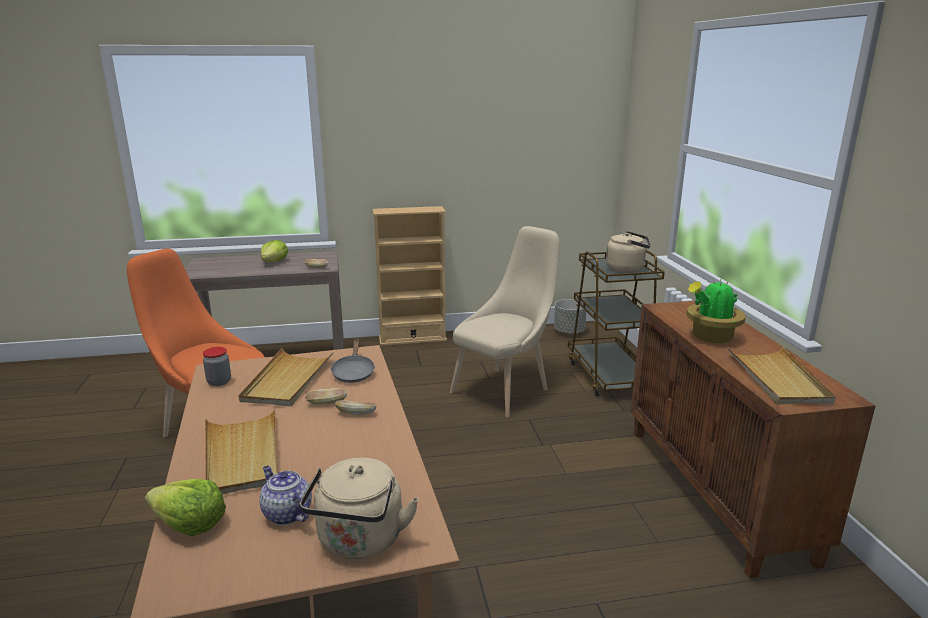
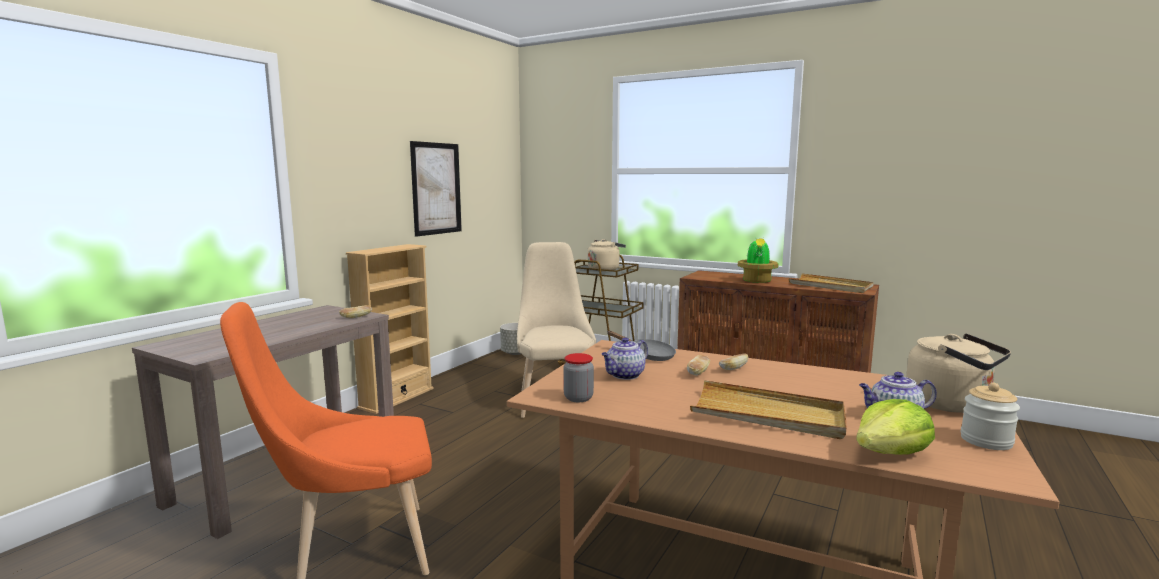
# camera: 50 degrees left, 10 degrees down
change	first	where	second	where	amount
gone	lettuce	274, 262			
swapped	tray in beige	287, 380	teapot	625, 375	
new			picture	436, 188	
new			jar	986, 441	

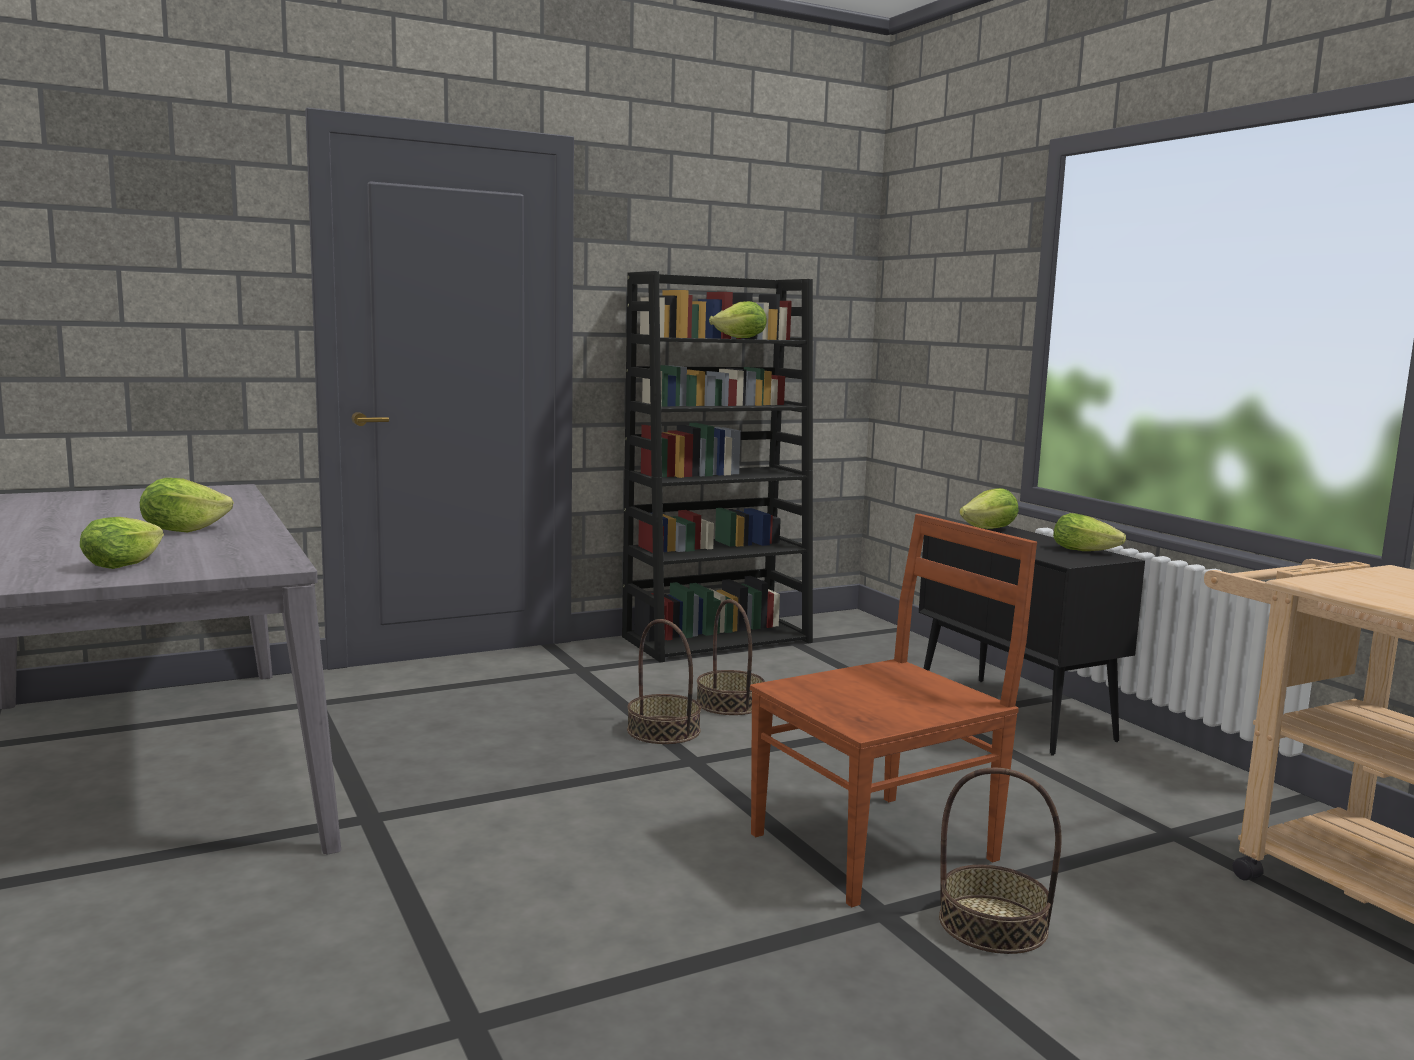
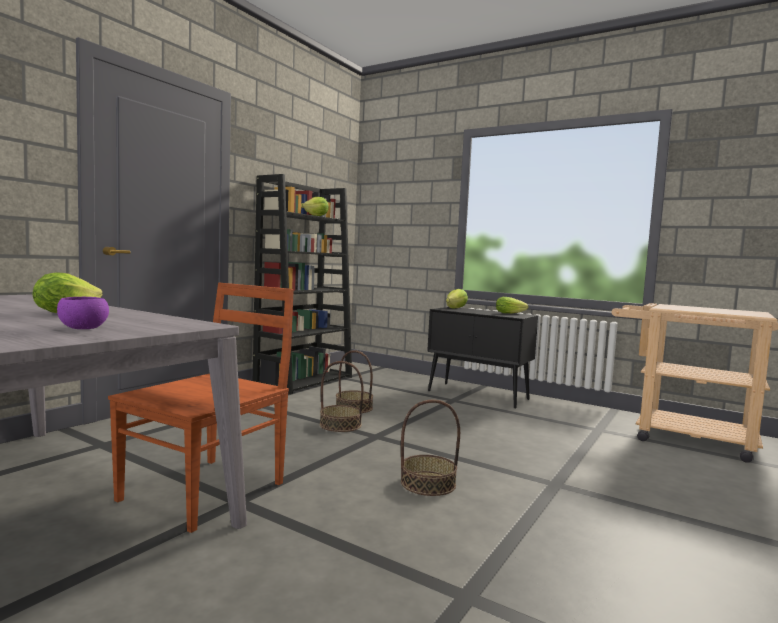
# camera: 30 degrees left, 5 degrees down
change	first	where	second	where	amount
shifted	chair in brown	879, 846		207, 490	
swapped	lettuce	128, 563	bowl in purple	84, 328	
shifted	basket	993, 924		428, 483	

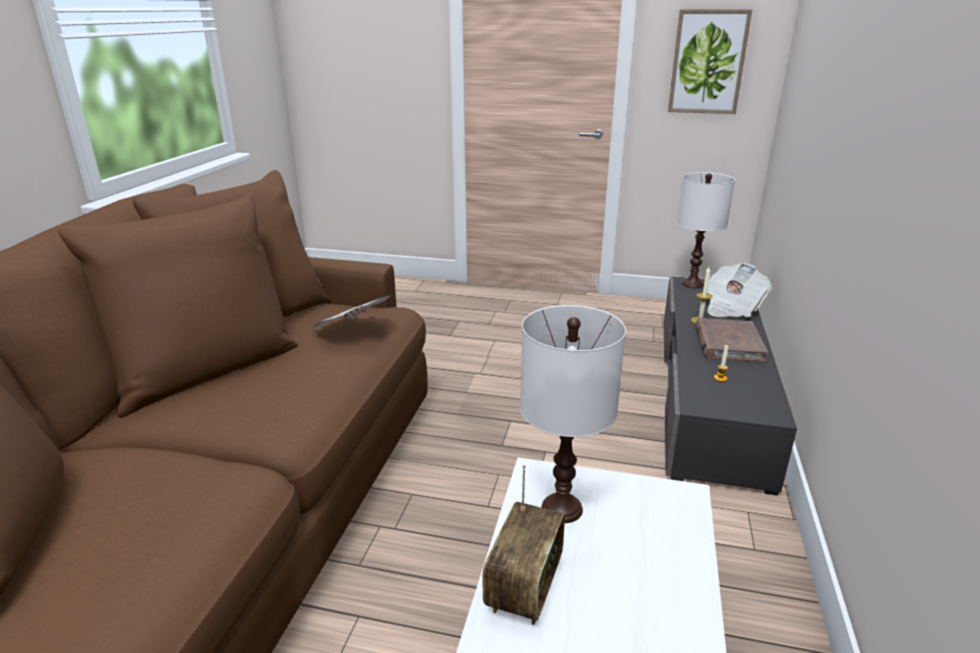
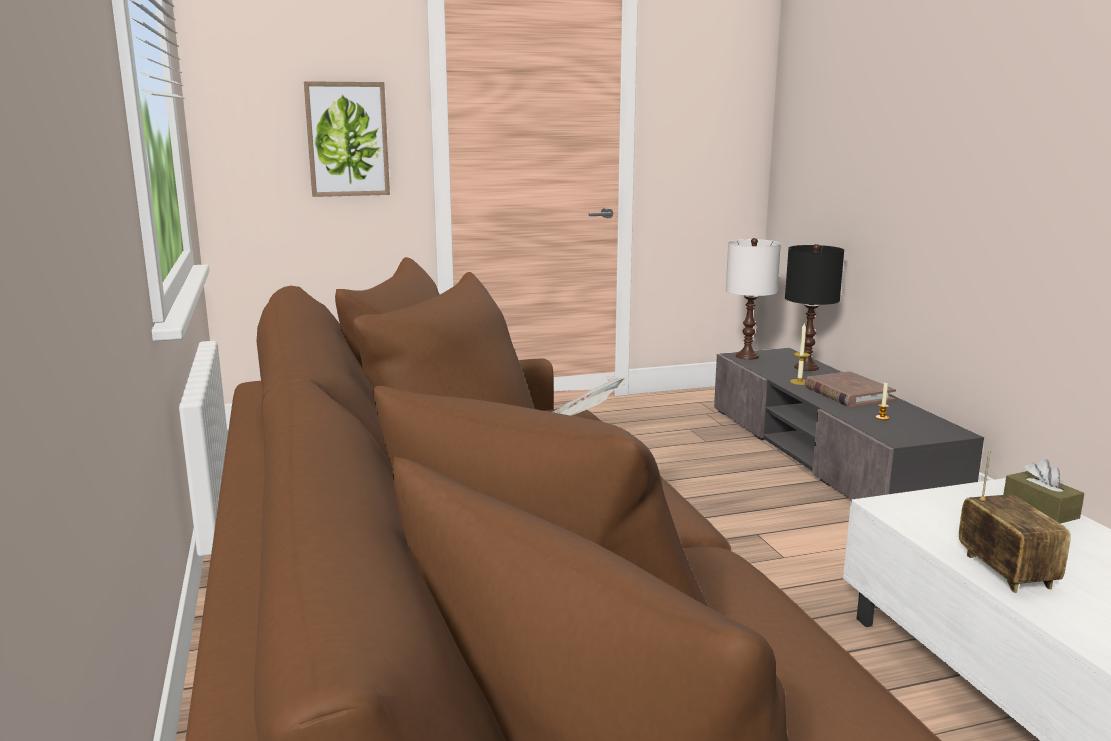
# camera: 30 degrees left, 10 degrees down
change	first	where	second	where	amount
shifted	picture	708, 62		347, 139	
swapped	newspaper	731, 307	table lamp in black	806, 367	
gone	table lamp in white	562, 508			
new			tissue box in brown	1040, 509	

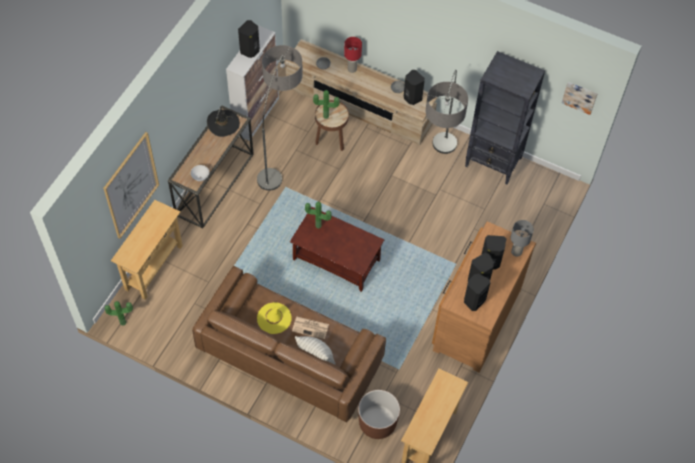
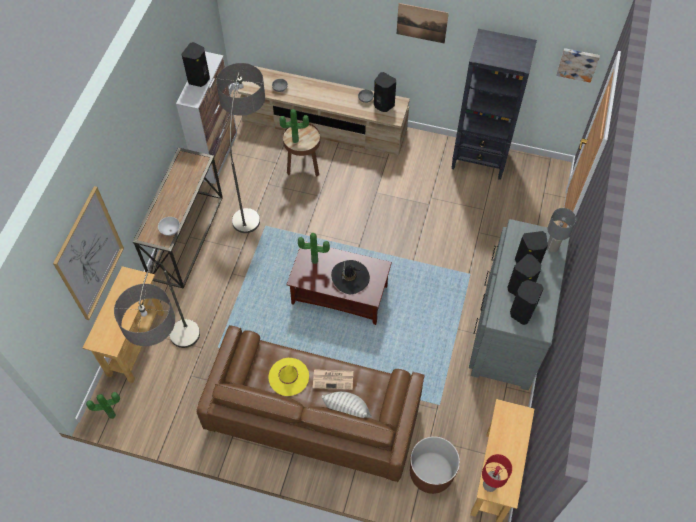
# camera: 10 degrees left, 0 degrees up
change	first	where	second	where	amount
shifted	table lamp in red	352, 69		490, 484	
shifted	floor lamp	438, 167		179, 368	
shifted	hat in black	223, 123		350, 277	
repainted	dresser in brown	475, 319	dresser in grey	507, 330	
new			picture	422, 23	

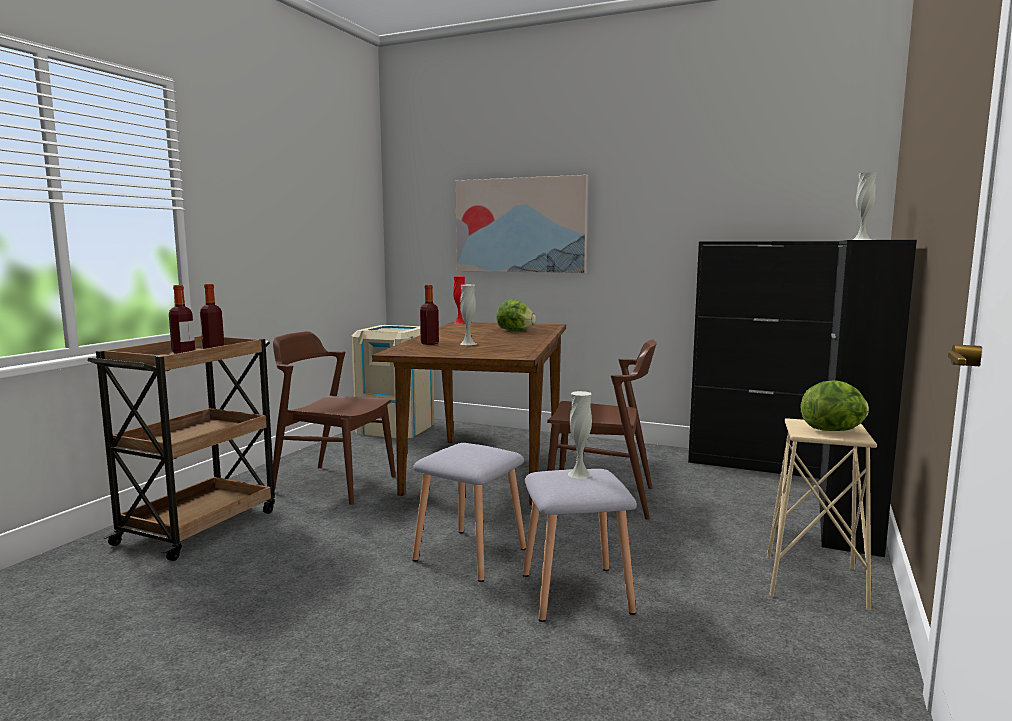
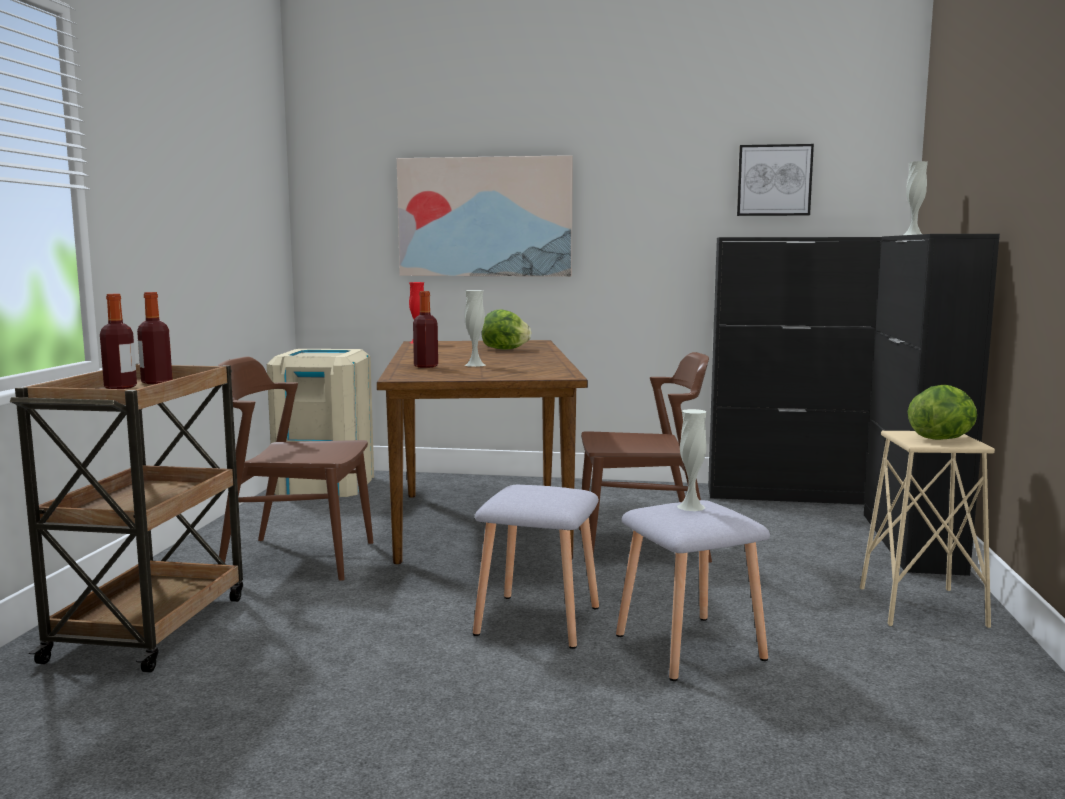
# camera: 15 degrees left, 0 degrees up
change	first	where	second	where	amount
new			picture	774, 180	

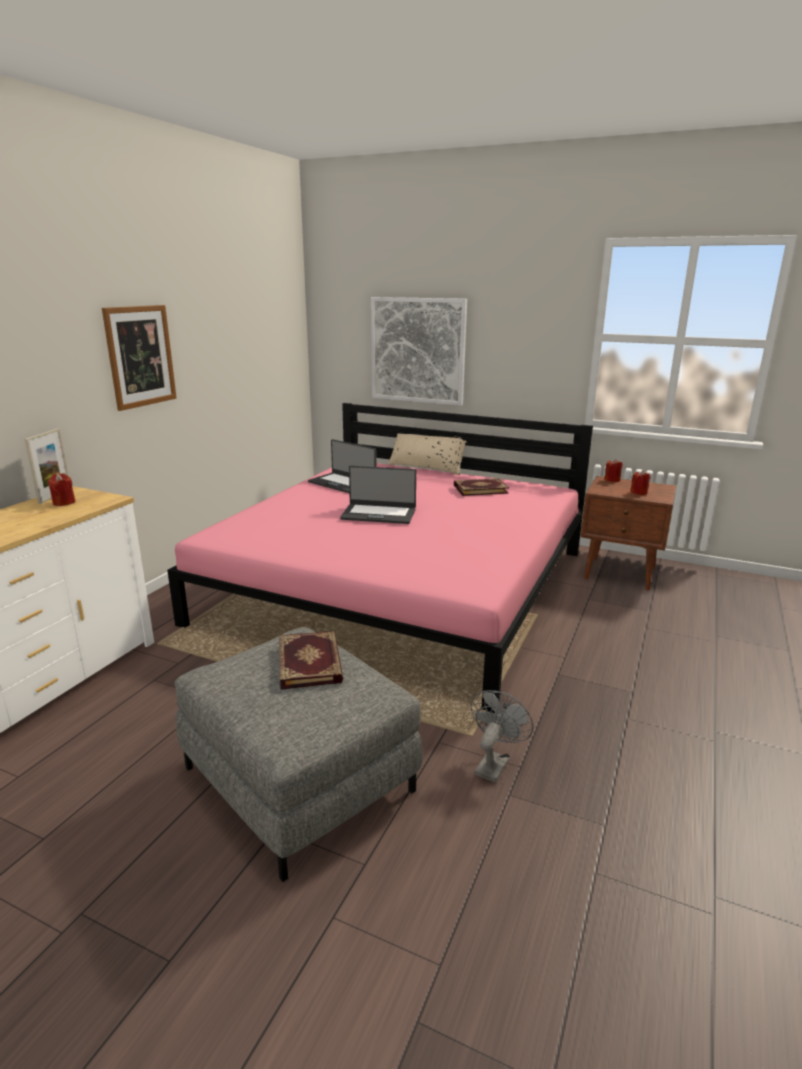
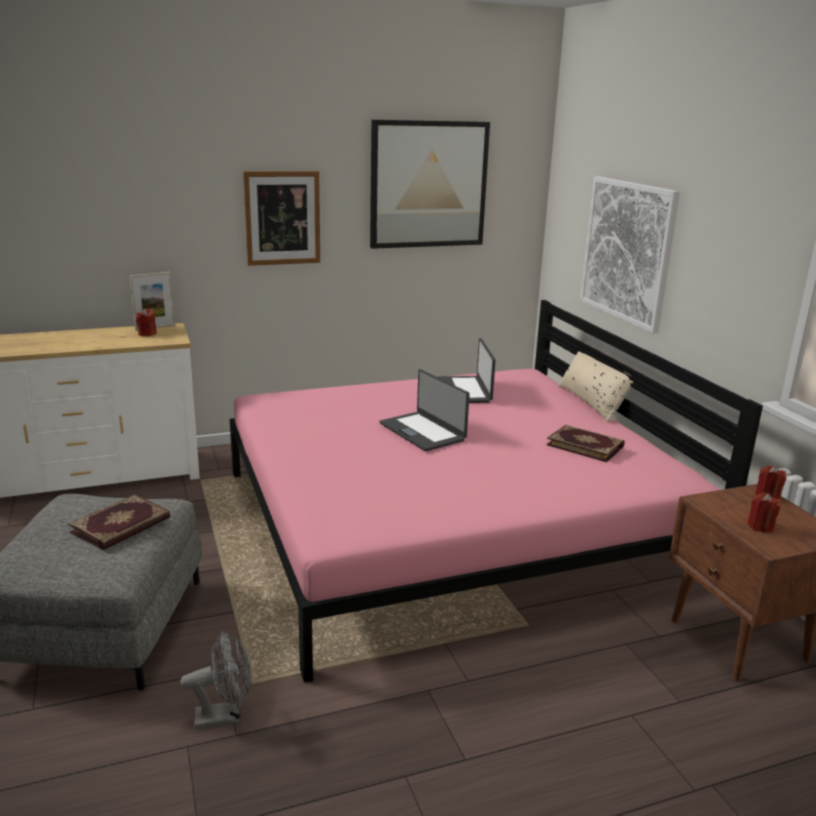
# camera: 45 degrees right, 0 degrees up
change	first	where	second	where	amount
new			picture	428, 184	

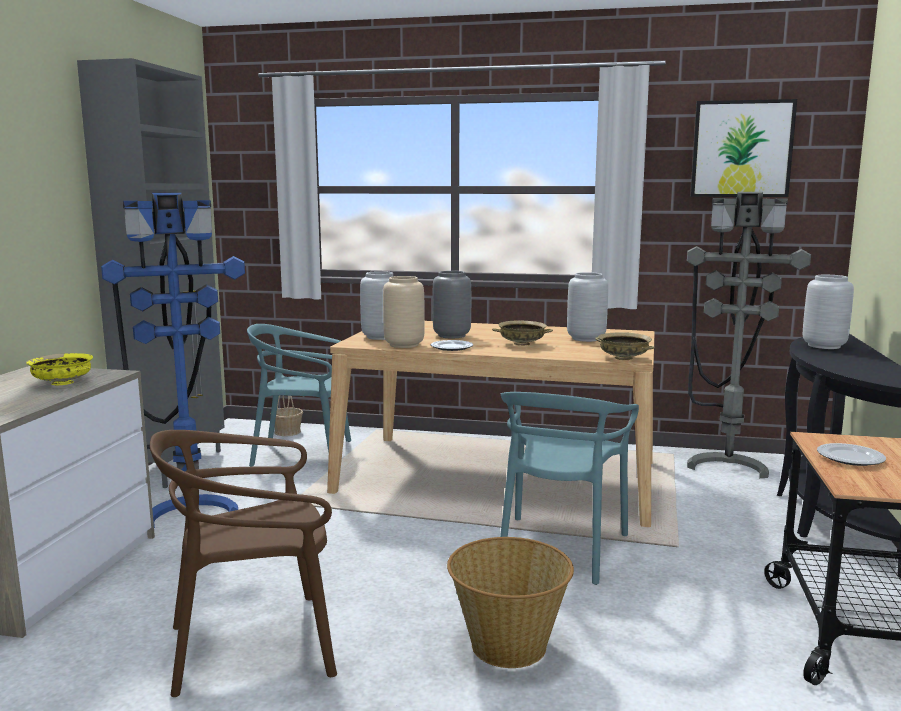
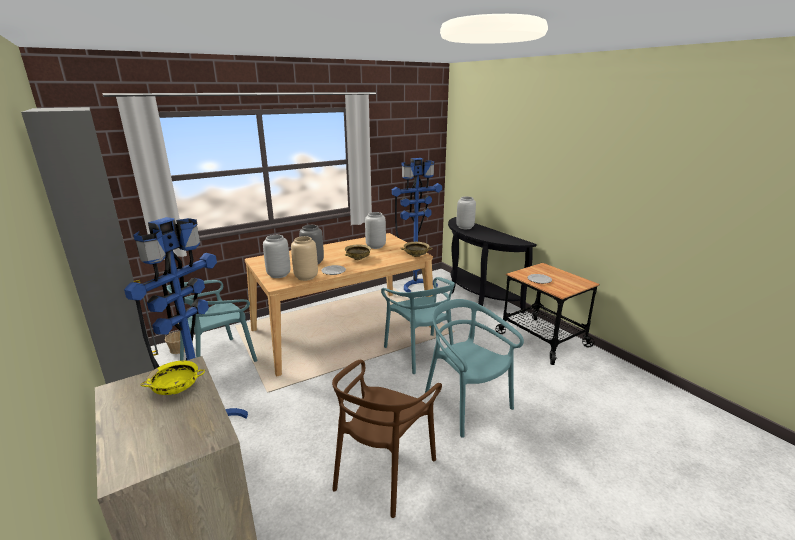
# camera: 45 degrees left, 10 degrees up
change	first	where	second	where	amount
gone	picture	741, 149			
repainted	floor lamp in grey	727, 462	floor lamp in blue	416, 283	
swapped	basket	508, 644	chair in turquoise	466, 404	

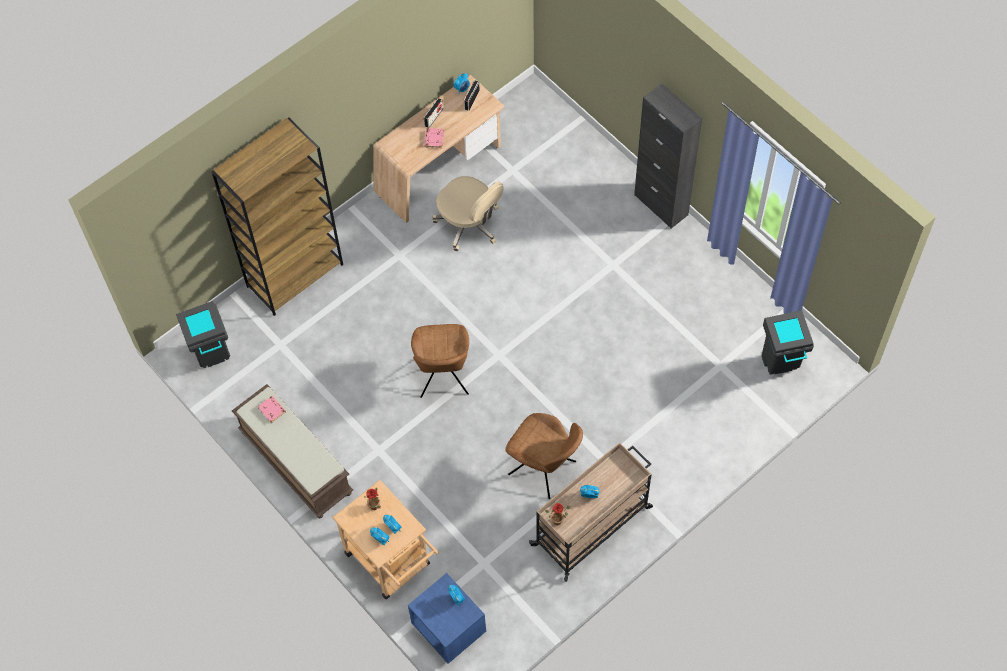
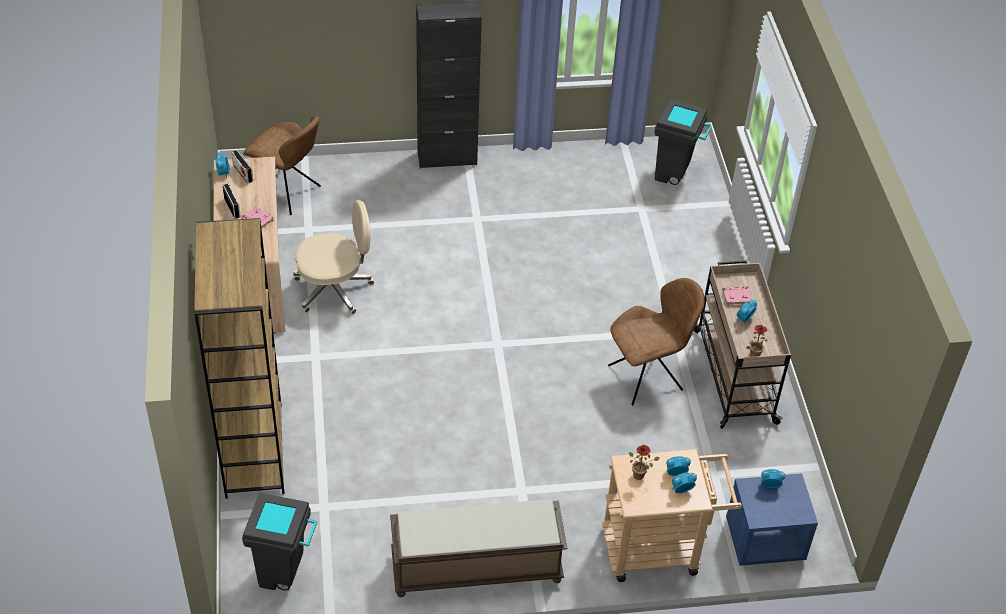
# camera: 60 degrees left, 15 degrees down
change	first	where	second	where	amount
shifted	chair in brown	443, 377		287, 192	
shifted	book in pink	272, 410		737, 297	

